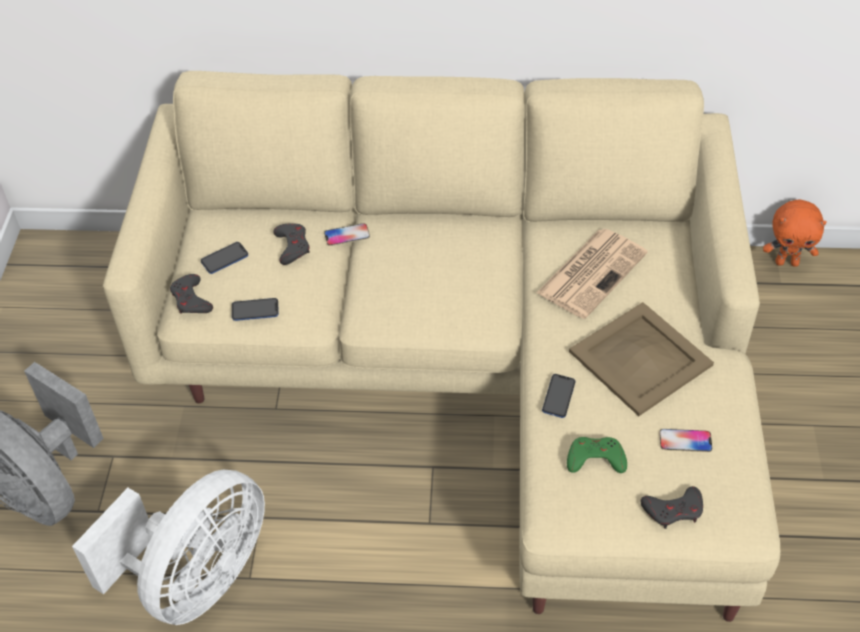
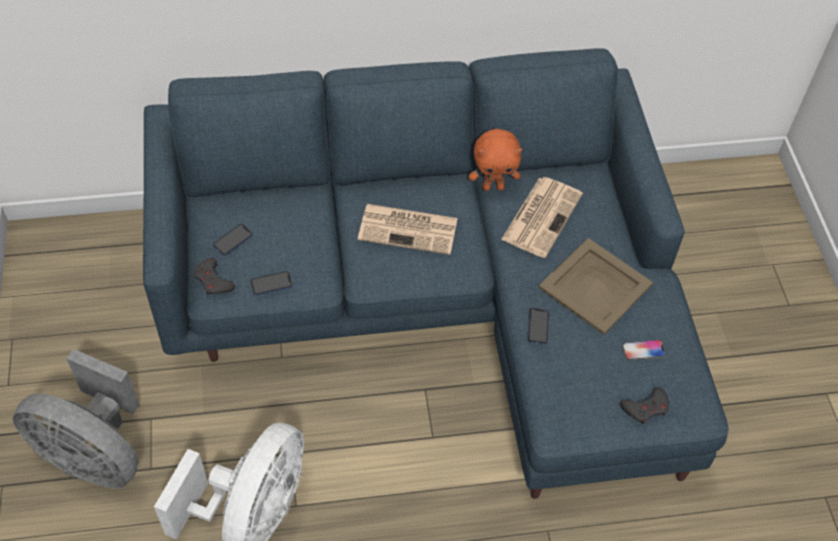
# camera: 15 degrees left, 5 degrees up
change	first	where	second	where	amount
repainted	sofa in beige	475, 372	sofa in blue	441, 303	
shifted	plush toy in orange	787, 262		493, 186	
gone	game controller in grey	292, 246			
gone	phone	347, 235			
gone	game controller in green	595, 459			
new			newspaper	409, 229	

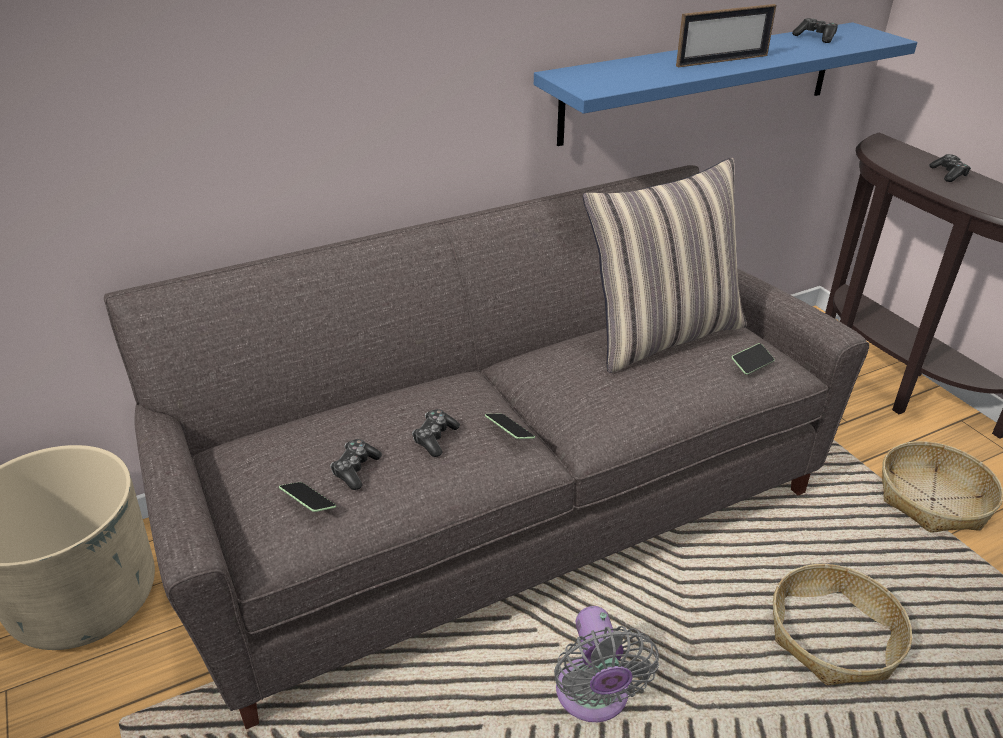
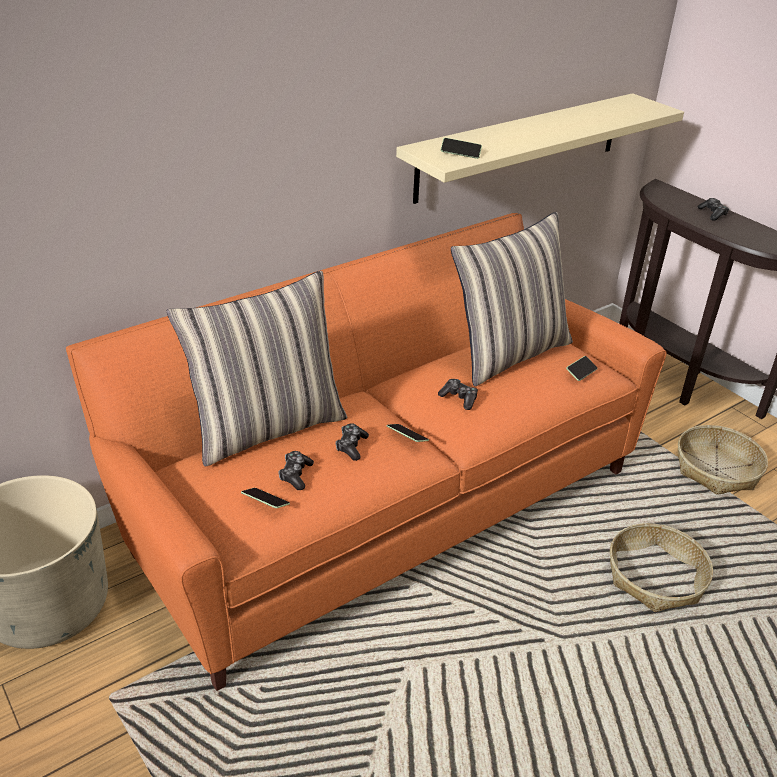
# camera: 10 degrees left, 0 degrees up
change	first	where	second	where	amount
gone	picture frame	722, 61			
shifted	game controller	815, 37		459, 398	
repainted	shelf in blue	701, 82	shelf in beige	521, 146	
repainted	sofa in grey	501, 506	sofa in orange	383, 502	
gone	fan in grey	594, 698			
new			phone	460, 154	
new			pillow	267, 426	

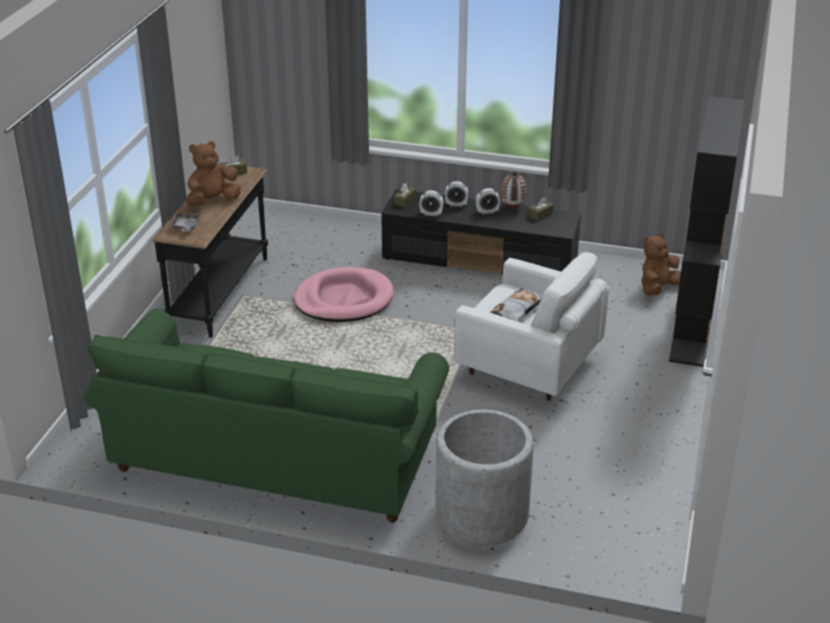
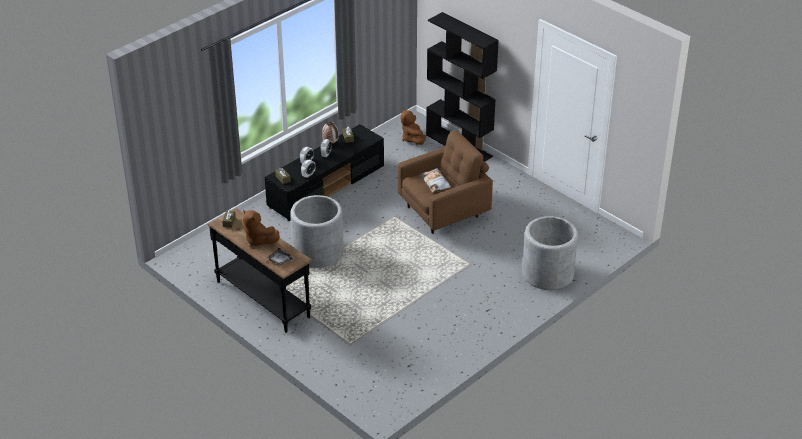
# camera: 60 degrees left, 5 degrees up
change	first	where	second	where	amount
rotated	plush toy in brown	212, 201		258, 240	45 degrees counterclockwise
repainted	armchair in white	529, 367	armchair in brown	444, 211	
swapped	dog bed in pink	344, 299	planter in grey	318, 252	
gone	sofa in green	275, 457			

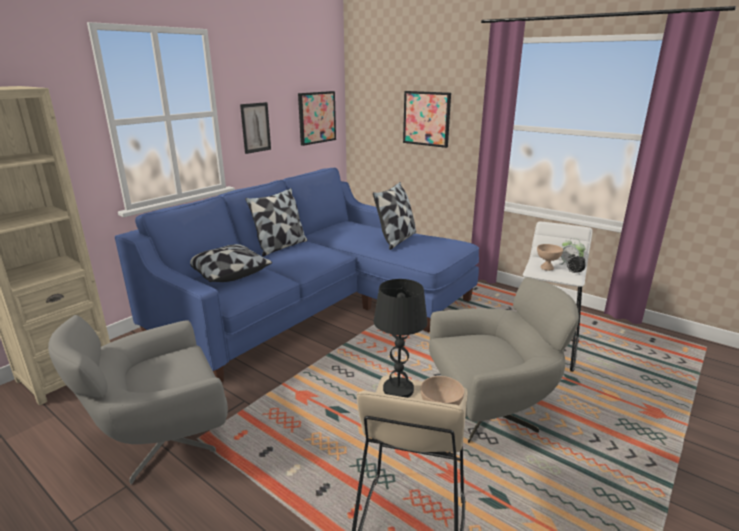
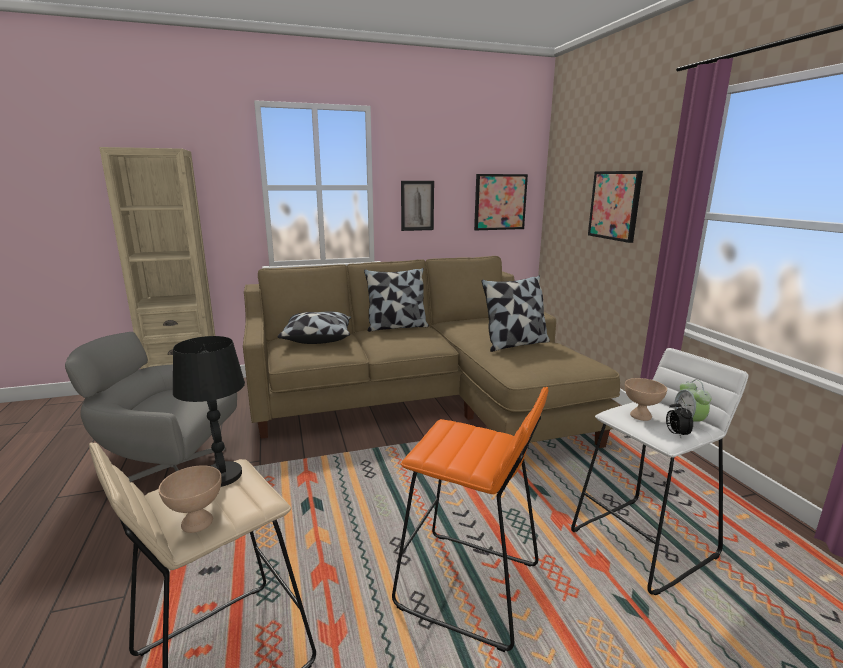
# camera: 35 degrees right, 5 degrees down
change	first	where	second	where	amount
repainted	sofa in blue	316, 305	sofa in beige	423, 400	
swapped	armchair in grey	491, 412	stool in orange	469, 587	

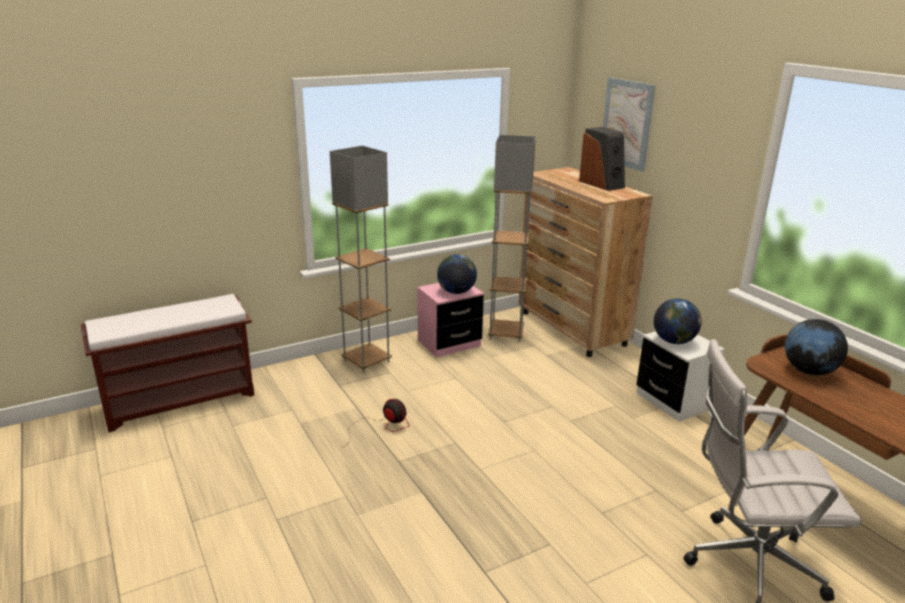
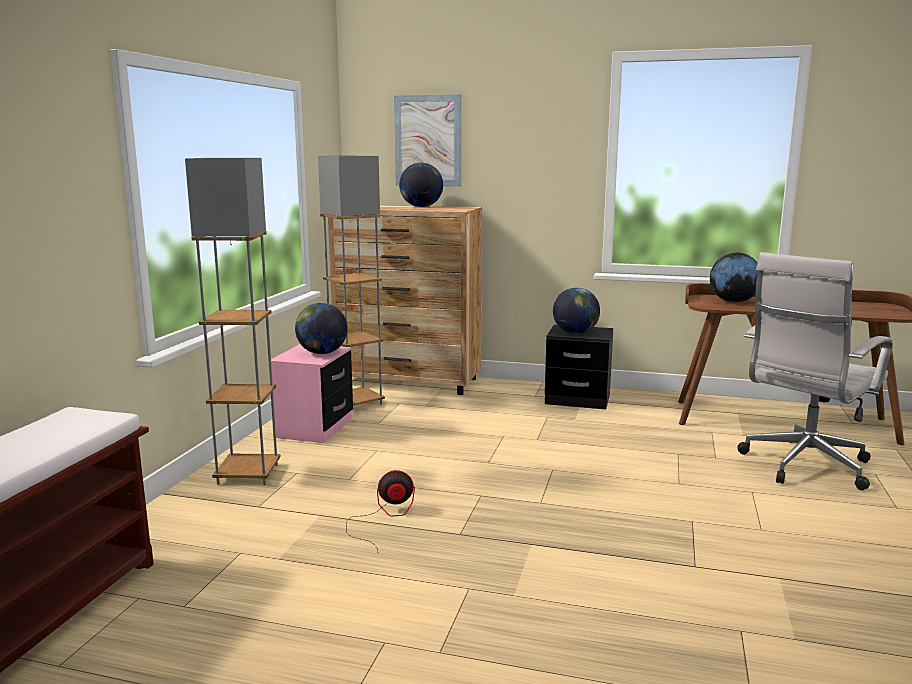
# camera: 45 degrees left, 10 degrees down
change	first	where	second	where	amount
swapped	speaker	602, 184	globe	421, 207	
repainted	nightstand in white	673, 401	nightstand in black	577, 399	

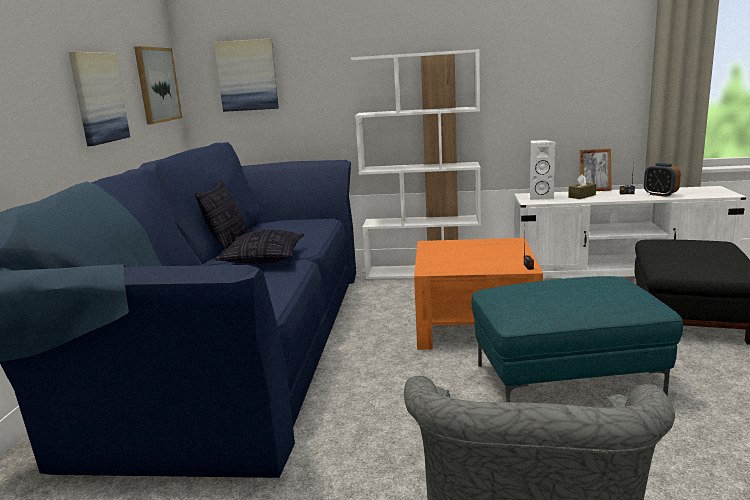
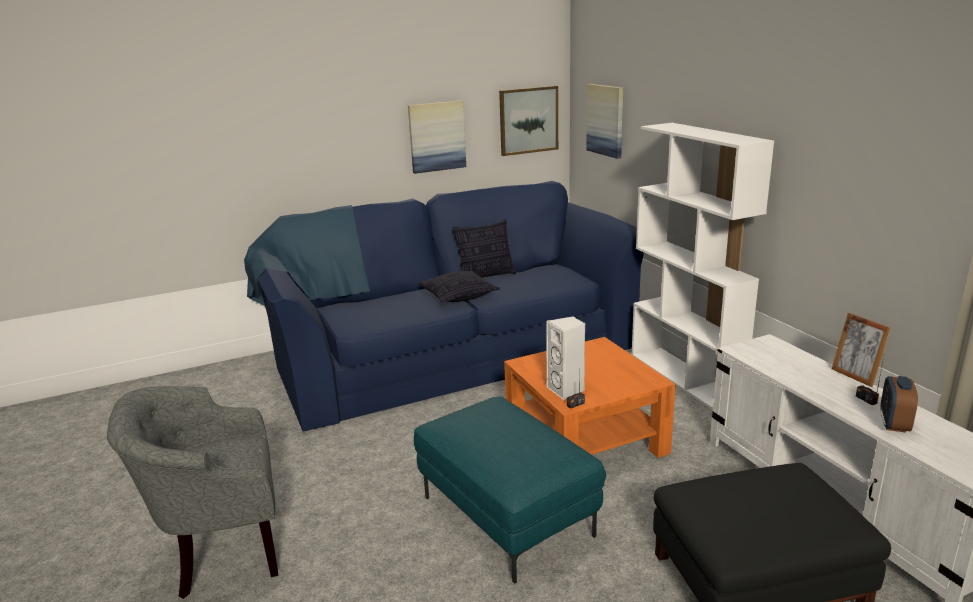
# camera: 60 degrees right, 5 degrees up
change	first	where	second	where	amount
shifted	speaker in white	540, 197		566, 390	
gone	tissue box in brown	582, 196			

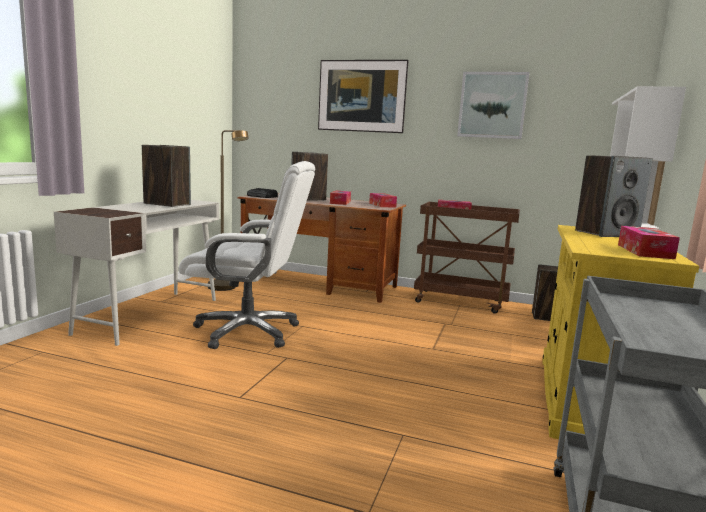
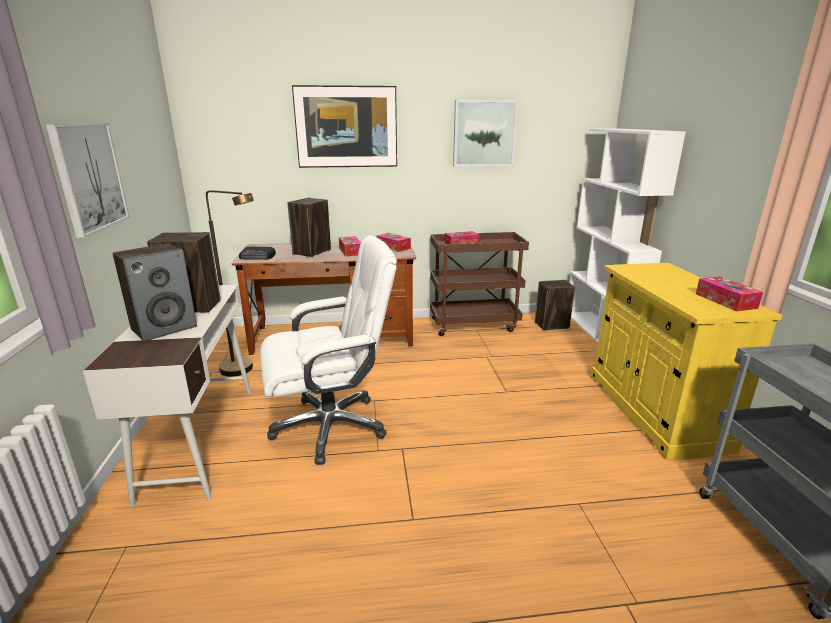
# camera: 25 degrees left, 10 degrees up
change	first	where	second	where	amount
shifted	speaker	606, 233		164, 328	
new			picture	89, 177	

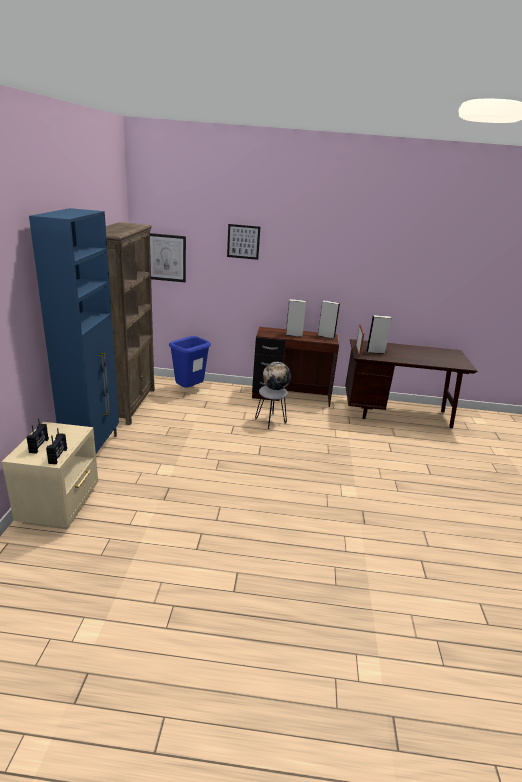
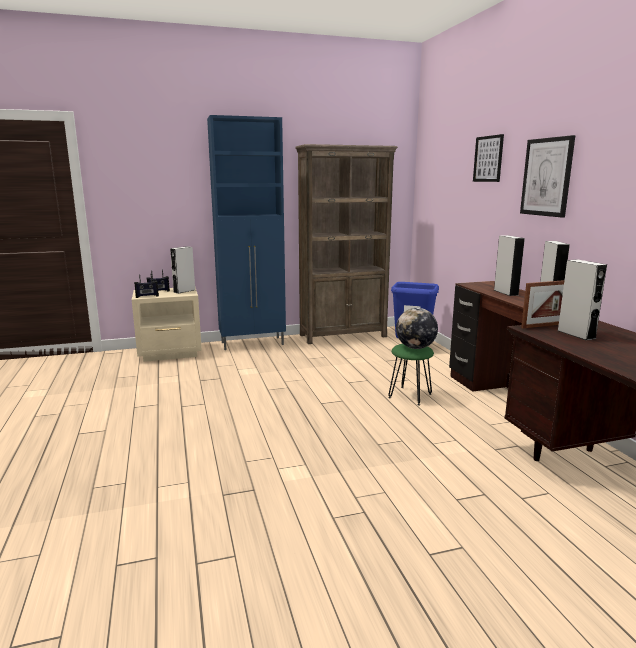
# camera: 70 degrees right, 10 degrees down
change	first	where	second	where	amount
shifted	picture	167, 257		546, 177	
repainted	stool in grey	270, 421	stool in green	409, 395	
new			speaker in grey	184, 291	

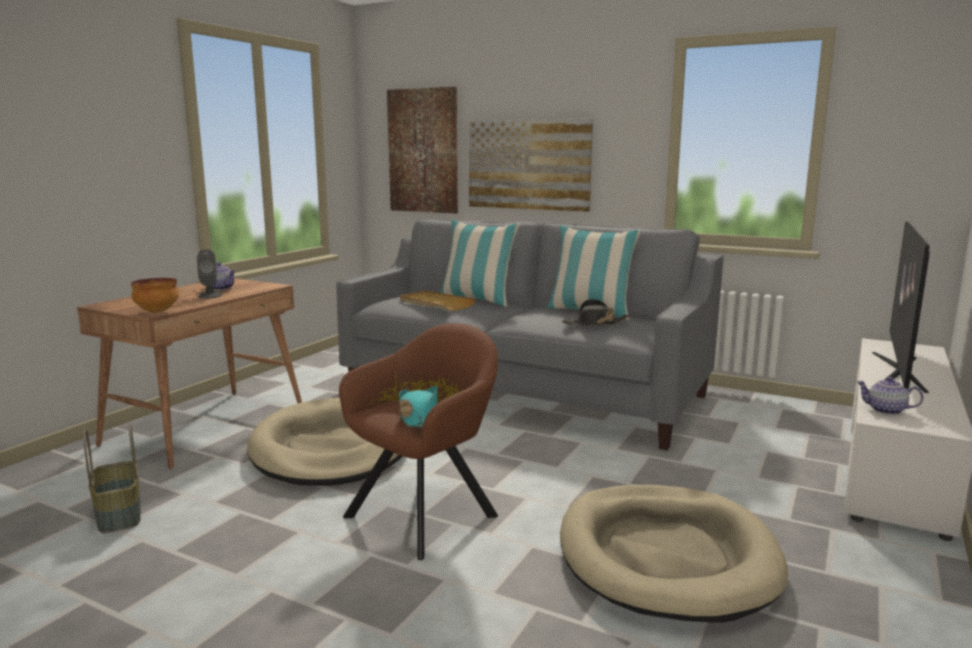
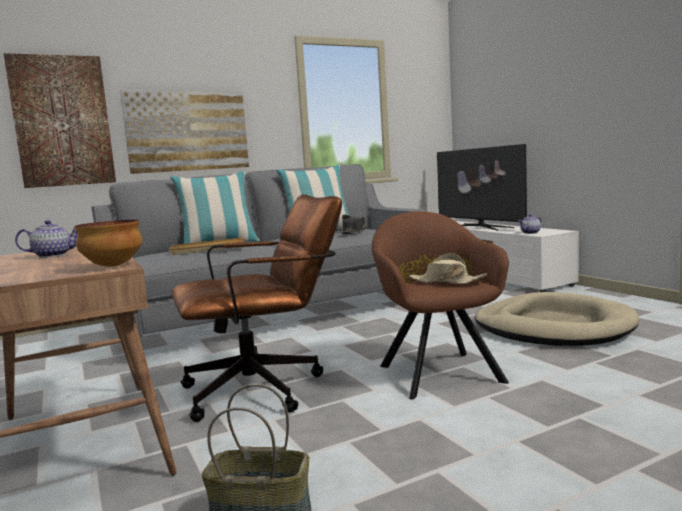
# camera: 55 degrees left, 5 degrees down
change	first	where	second	where	amount
gone	speaker in grey	210, 295			
repainted	hat in turquoise	419, 417	hat in beige	446, 281	
swapped	dog bed in beige	331, 449	office chair in brown	265, 388	

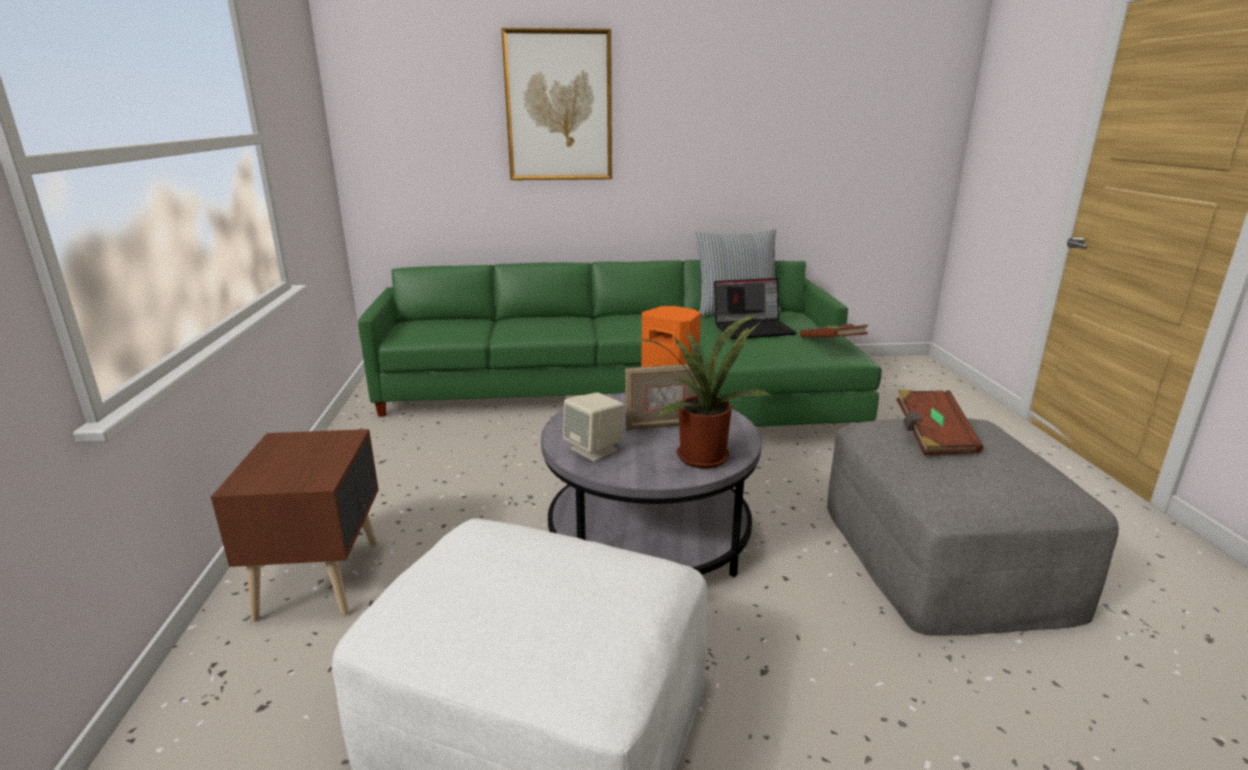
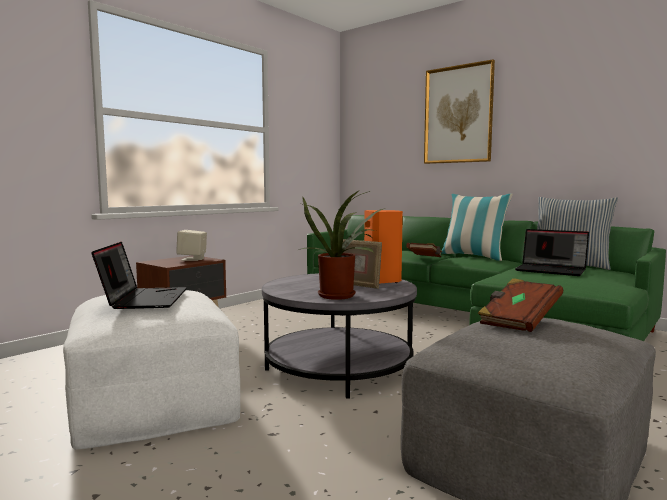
# camera: 45 degrees right, 15 degrees down
change	first	where	second	where	amount
shifted	book in brown	832, 344		425, 258	
shifted	speaker in beige	594, 449		192, 259	
new			pillow	473, 256	
new			laptop	144, 299	

